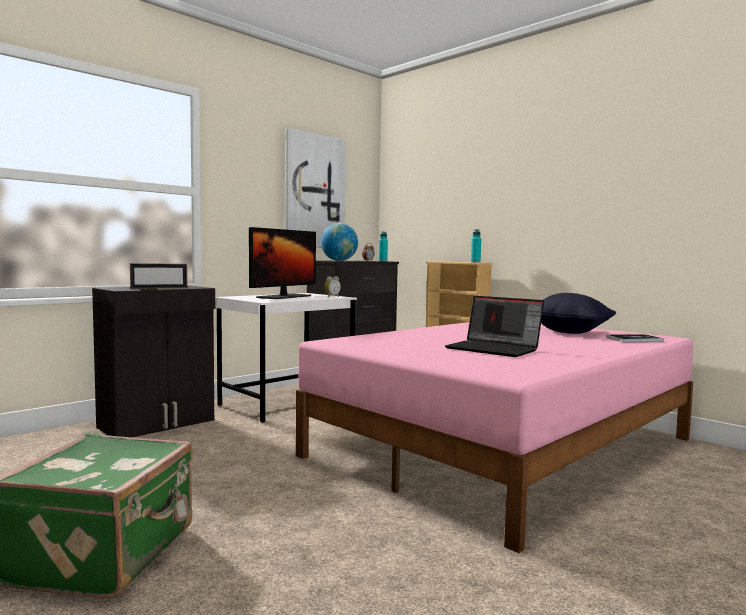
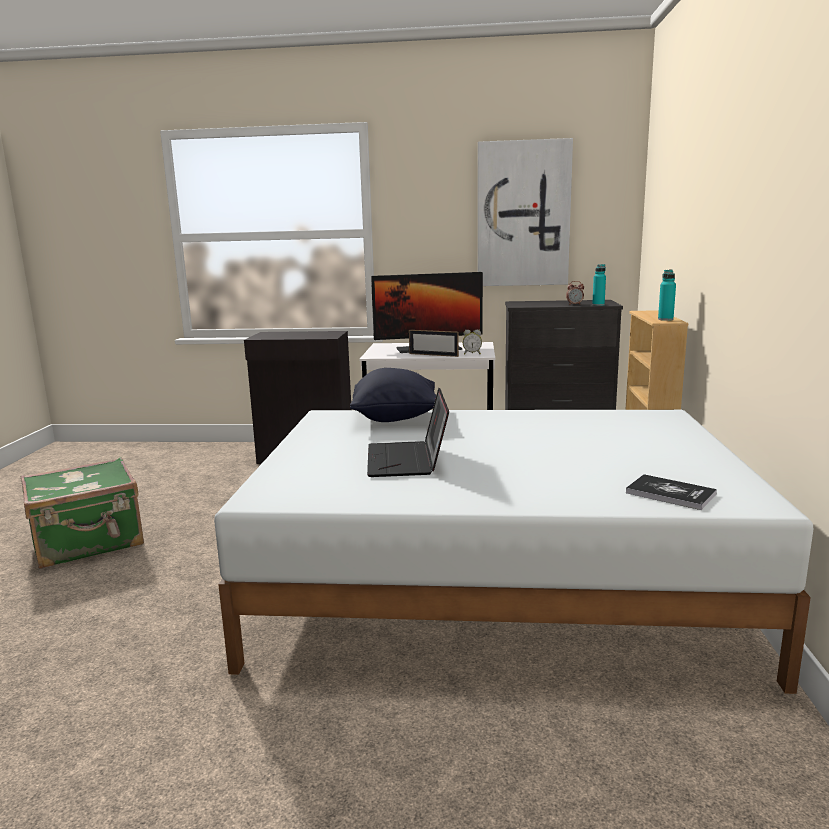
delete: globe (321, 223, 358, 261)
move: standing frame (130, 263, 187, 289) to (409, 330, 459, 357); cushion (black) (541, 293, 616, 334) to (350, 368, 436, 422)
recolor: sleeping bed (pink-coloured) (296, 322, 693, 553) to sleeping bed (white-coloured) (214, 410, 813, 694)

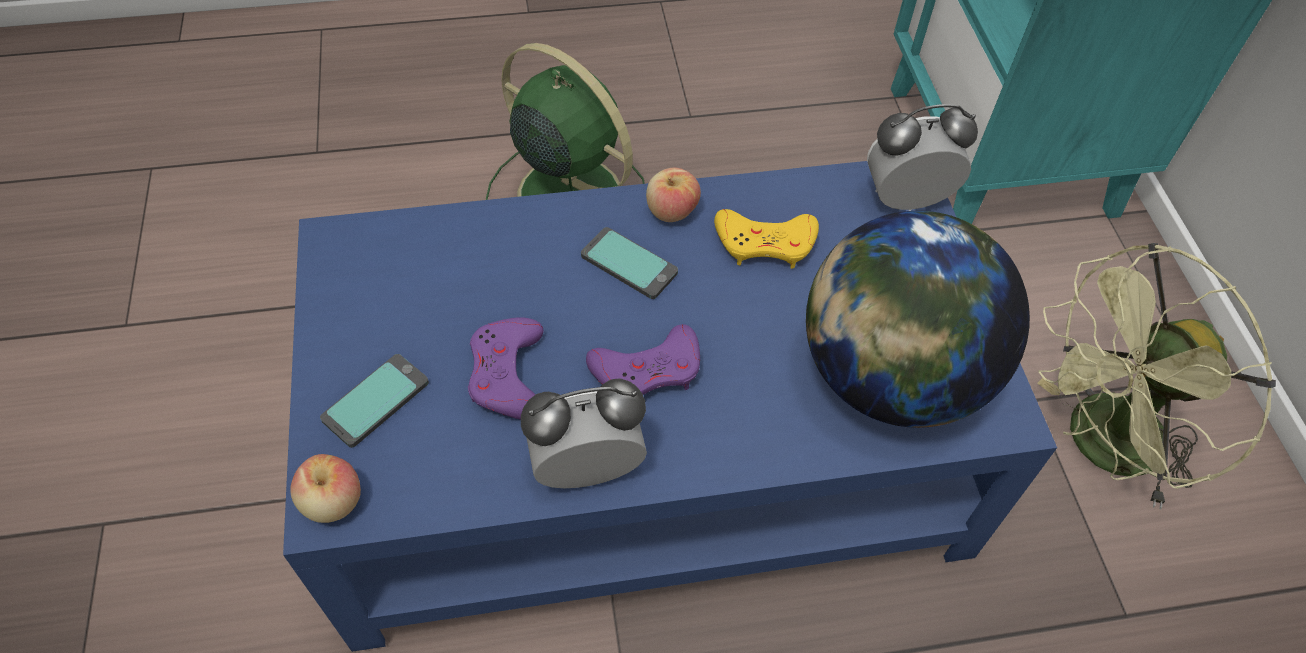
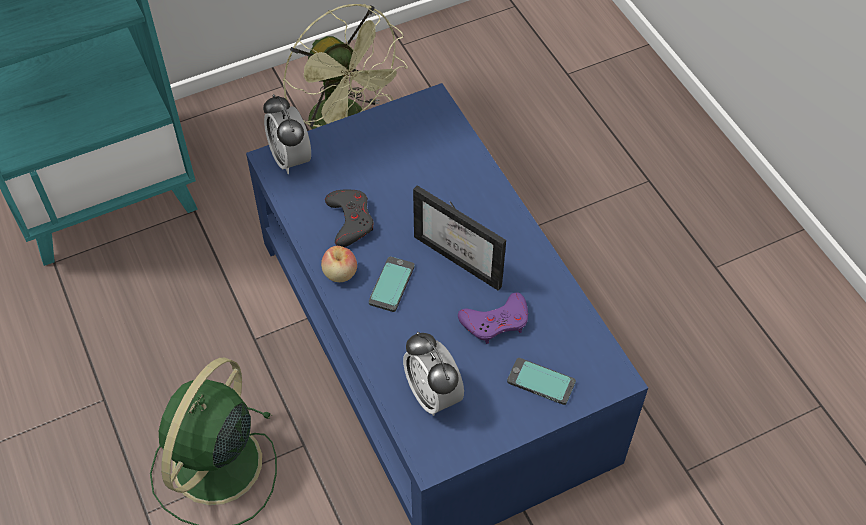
delete: apple (290, 454, 361, 523); globe (806, 211, 1030, 428)
move: table clock (521, 378, 647, 488) to (403, 332, 464, 416)
replace: joypad (purple-coloured) (586, 324, 700, 395) to standing frame (413, 185, 506, 290)
recolor: joypad (yellow-coloured) (714, 209, 819, 269) to joypad (grey) (325, 189, 374, 247)

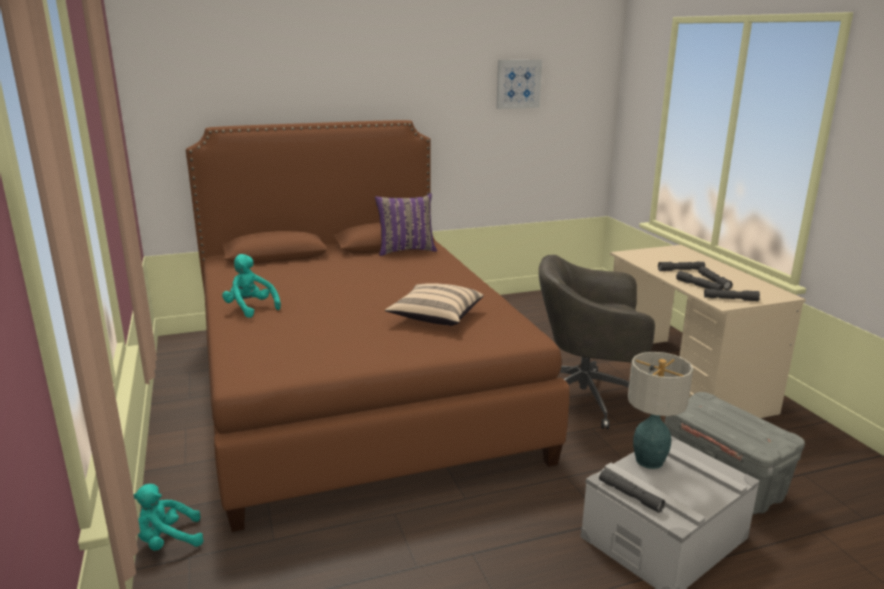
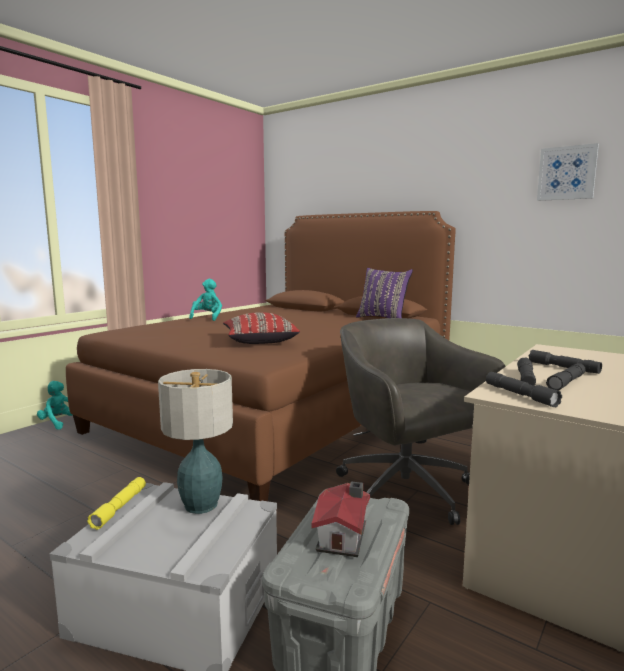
insert: toy house (312, 482, 370, 557)
recolor: cushion (sand-coloured) (385, 283, 483, 326) to cushion (red-coloured) (223, 312, 300, 344); flashlight (grey) (599, 470, 665, 513) to flashlight (yellow-coloured) (87, 477, 146, 530)

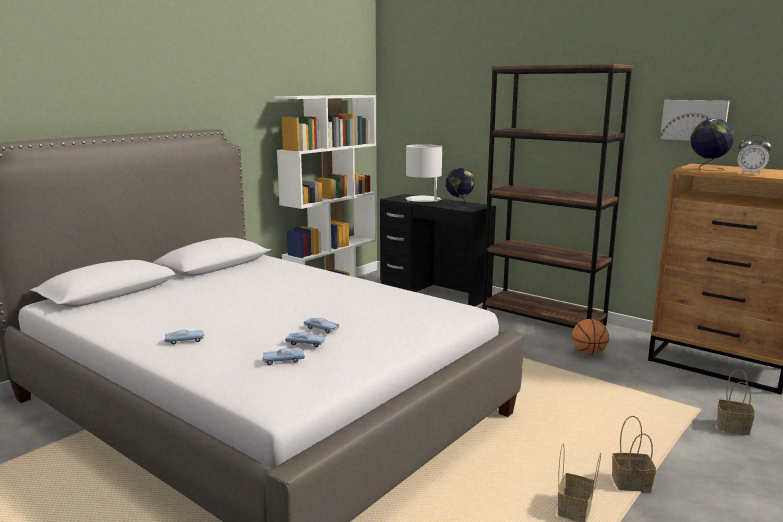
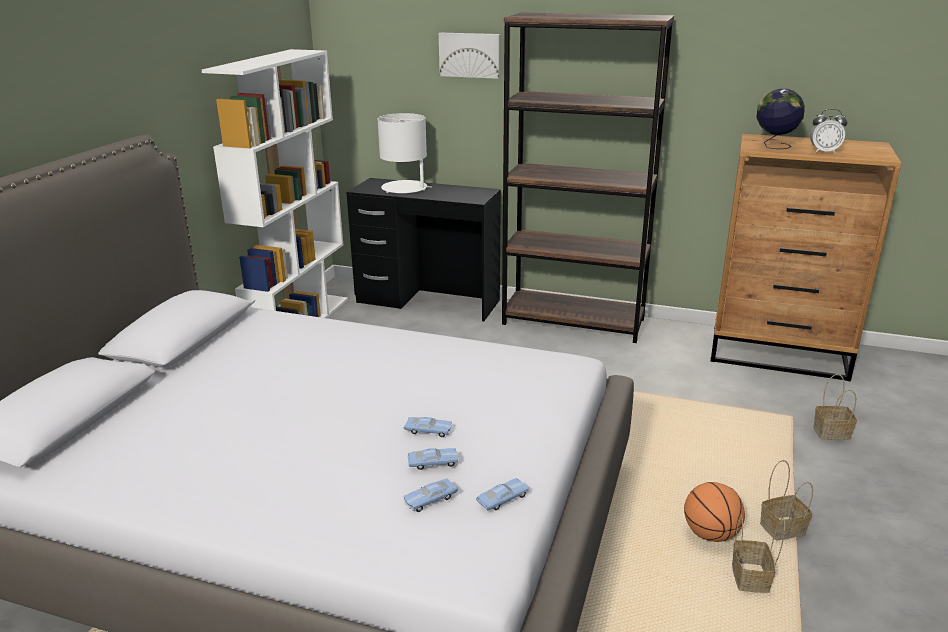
delete: globe (446, 168, 475, 207)
move: toy car (blue-coloured) (164, 330, 205, 344) to (476, 478, 529, 510); ball for basketball (572, 319, 609, 355) to (684, 482, 745, 542); picture (660, 100, 730, 141) to (439, 33, 501, 79)

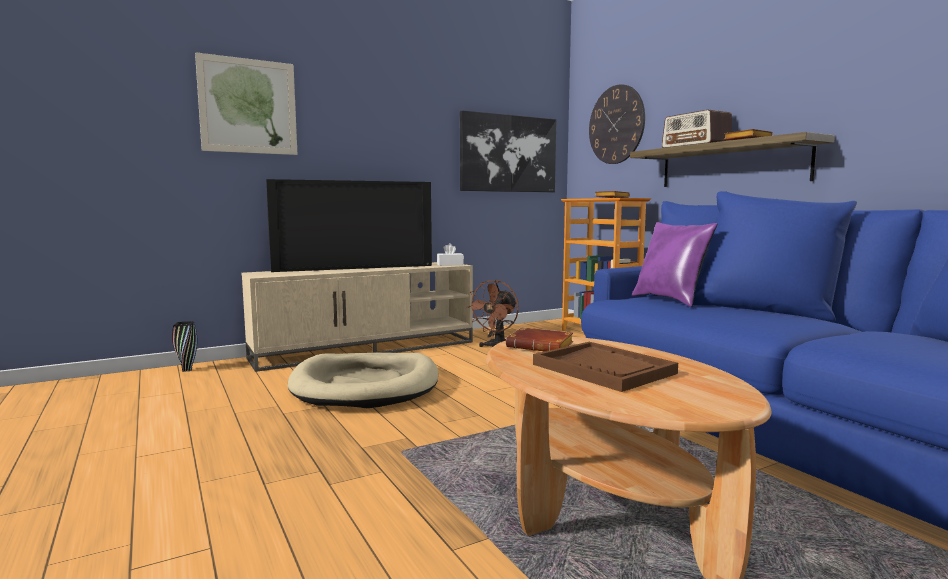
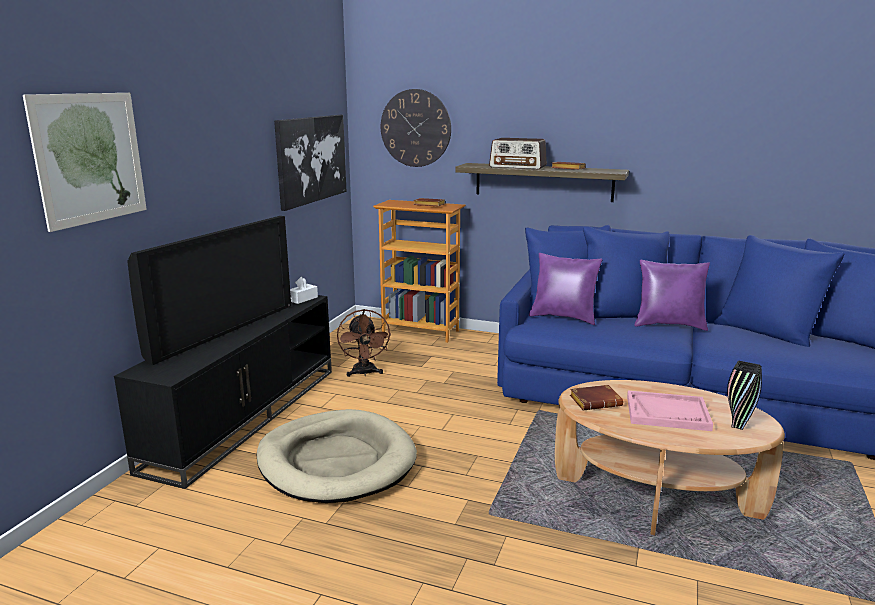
insert: cushion (purple-coloured) (634, 260, 710, 331)
move: flower vase (black) (172, 321, 197, 372) to (727, 361, 762, 430)
recolor: media console (sand-coloured) (241, 262, 473, 372) to media console (black) (114, 295, 332, 489); serving tray (brownish) (533, 342, 678, 392) to serving tray (pink-coloured) (627, 391, 713, 431)

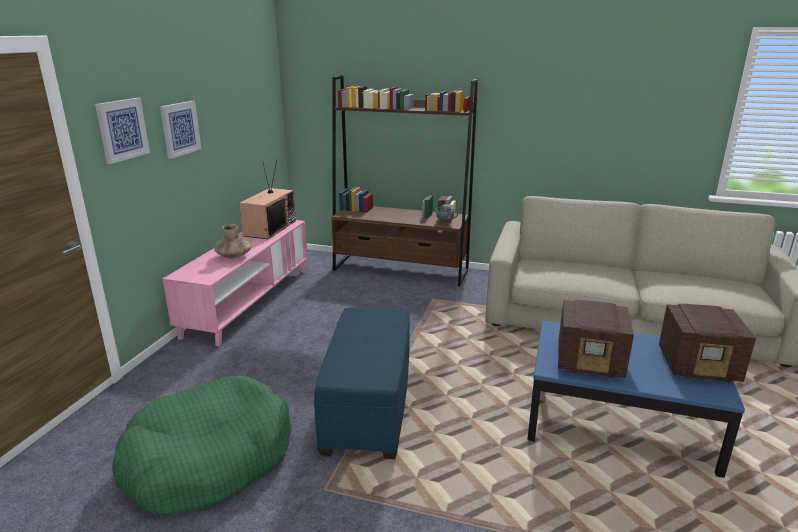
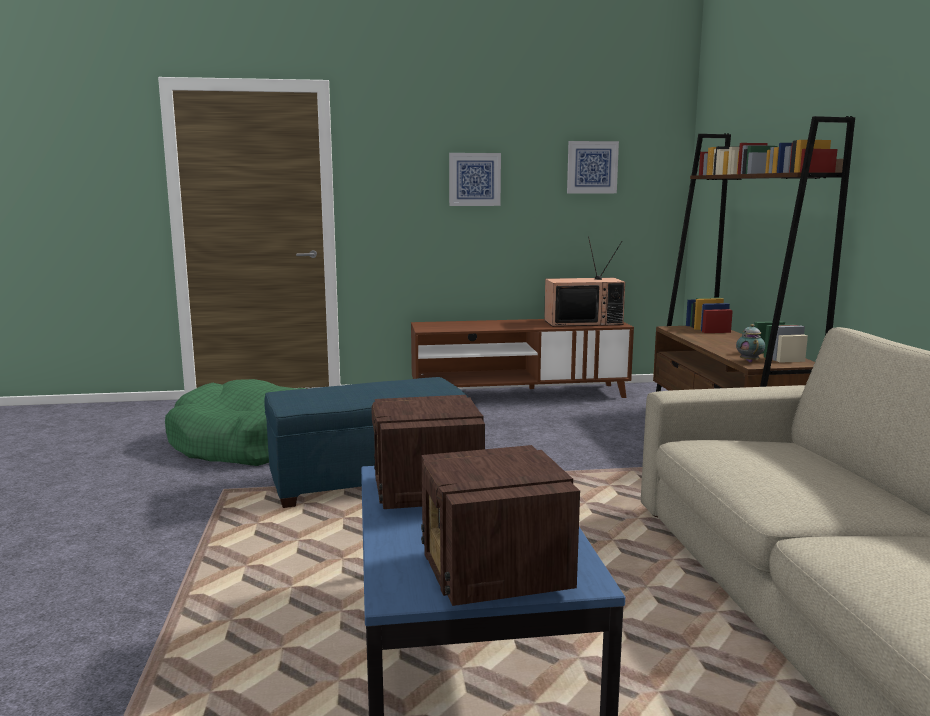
delete: flower vase (brownish) (215, 224, 252, 259)
move: picture (95, 98, 150, 164) to (567, 141, 619, 193)
recolor: media console (pink-coloured) (163, 220, 307, 346) to media console (brownish) (411, 319, 634, 398)

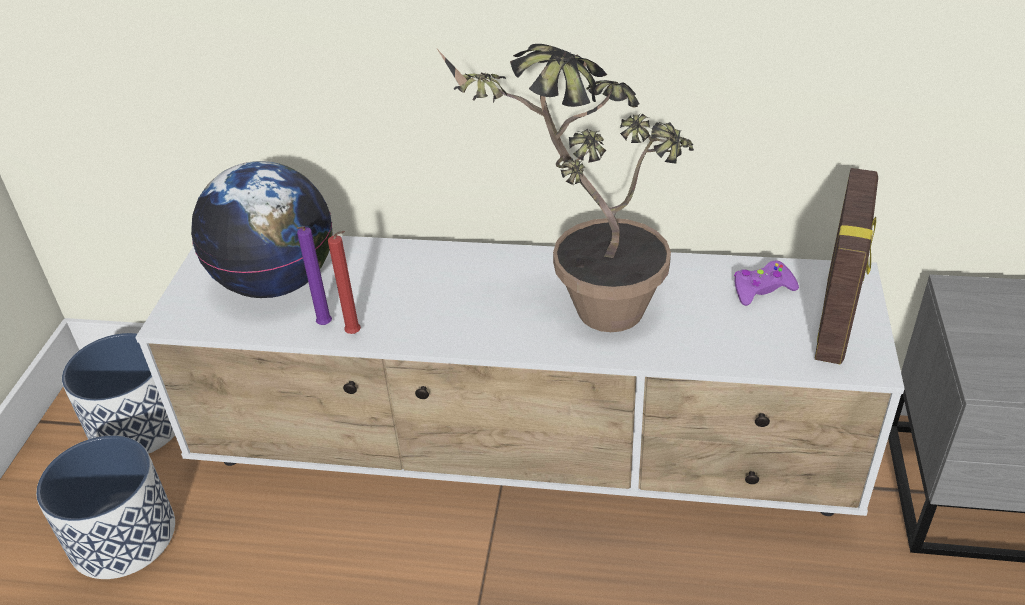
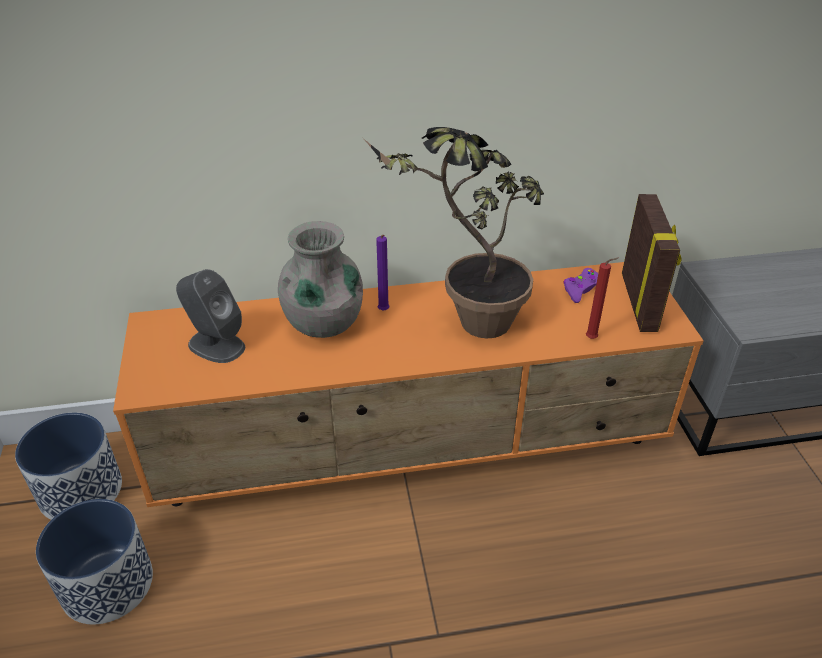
insert: flower vase (grey) (278, 221, 363, 338)
move: wax candle (purple-coloured) (297, 226, 332, 325) to (376, 235, 390, 311); wax candle (red-coloured) (328, 231, 361, 334) to (586, 257, 619, 339)
replace: globe (191, 161, 333, 298) to audio speaker (grey) (176, 269, 245, 363)
recolor: media console (white-coloured) (135, 235, 905, 516) to media console (orange-coloured) (113, 262, 704, 507)

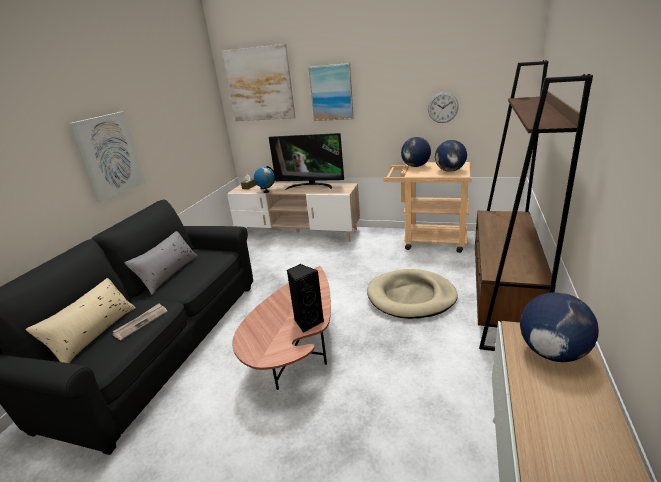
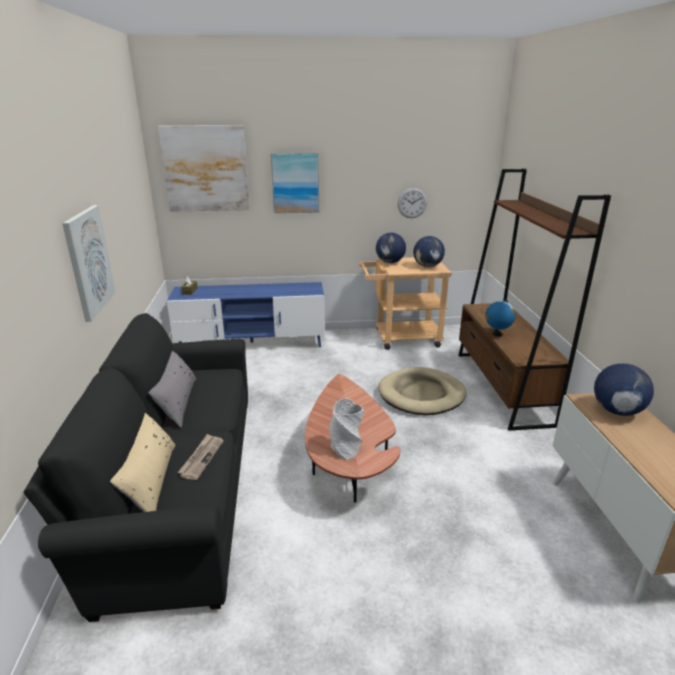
delete: TV (269, 133, 344, 189); audio speaker (black) (287, 264, 324, 333)
insert: flower vase (grey) (330, 398, 364, 460)
move: globe (254, 166, 275, 193) to (485, 299, 516, 337)
recolor: media console (sand-coloured) (227, 183, 360, 242) to media console (blue-coloured) (167, 282, 325, 347)

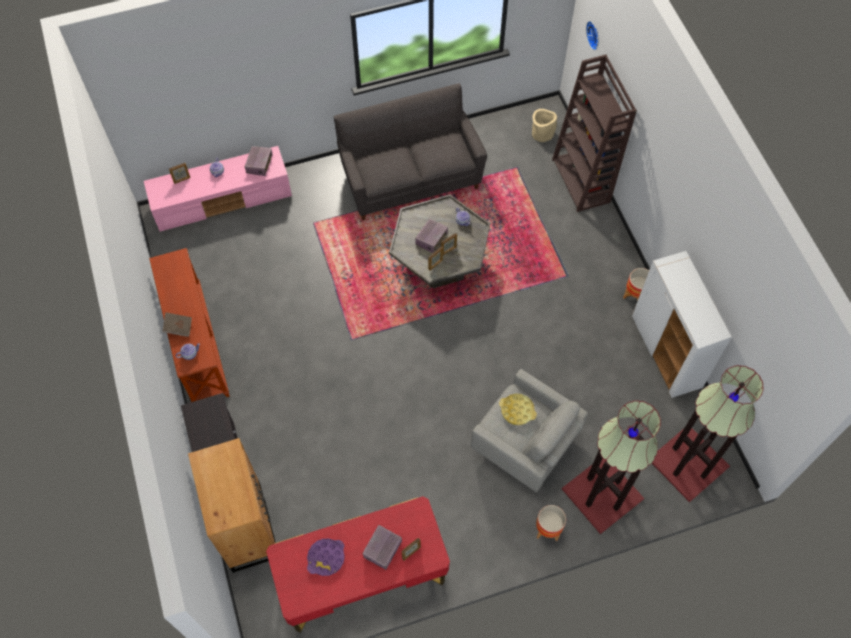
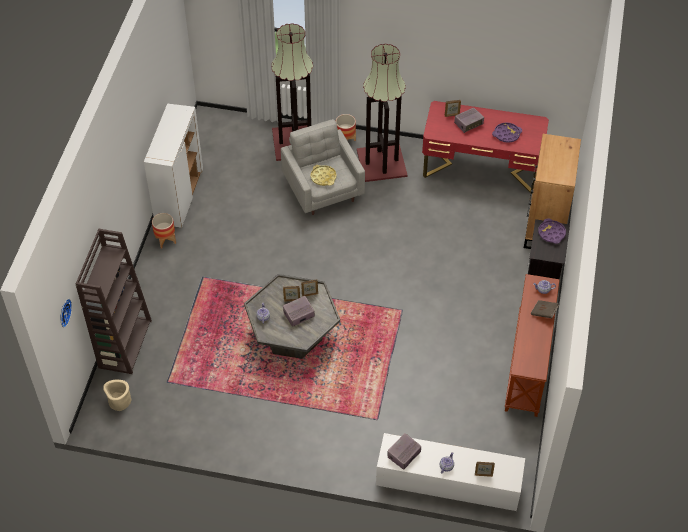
delete: couch (grey) (334, 83, 487, 221)
insert: serving tray (purple-coloured) (538, 218, 566, 244)
move: floor lamp (652, 365, 764, 502) to (357, 44, 408, 182)
recolor: media console (pink-coloured) (144, 146, 292, 231) to media console (white-coloured) (376, 433, 525, 511)

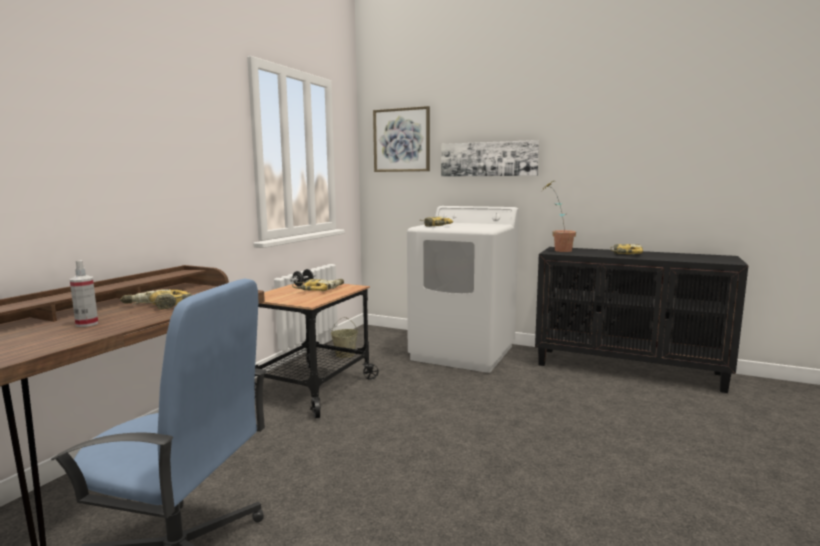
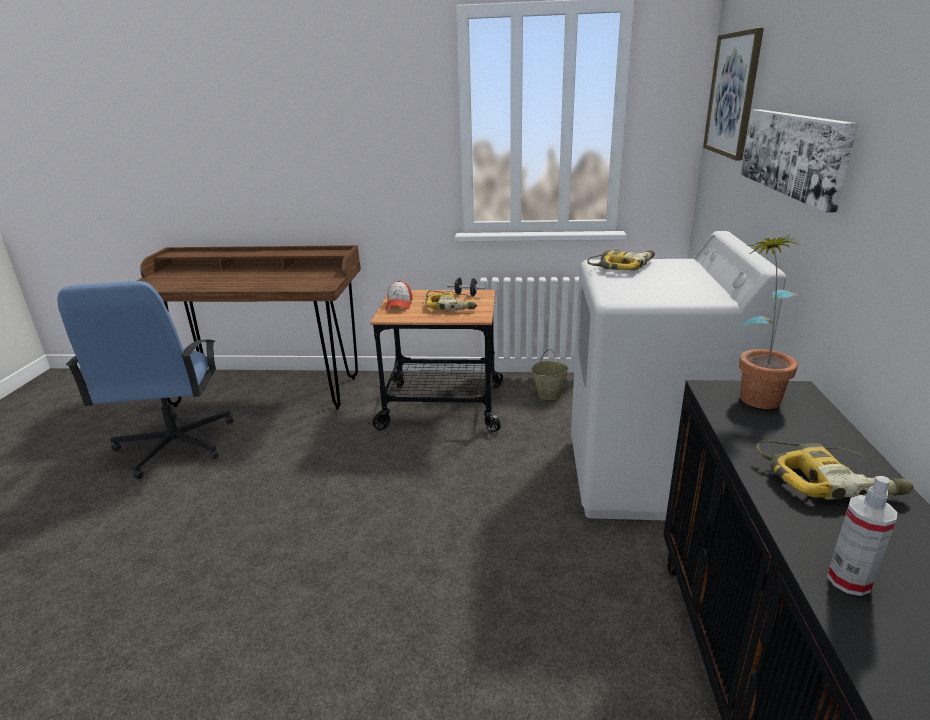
delete: power drill (120, 289, 192, 310)
insert: cap (385, 280, 413, 309)
move: hand sprayer (70, 260, 98, 327) to (827, 476, 897, 596)

